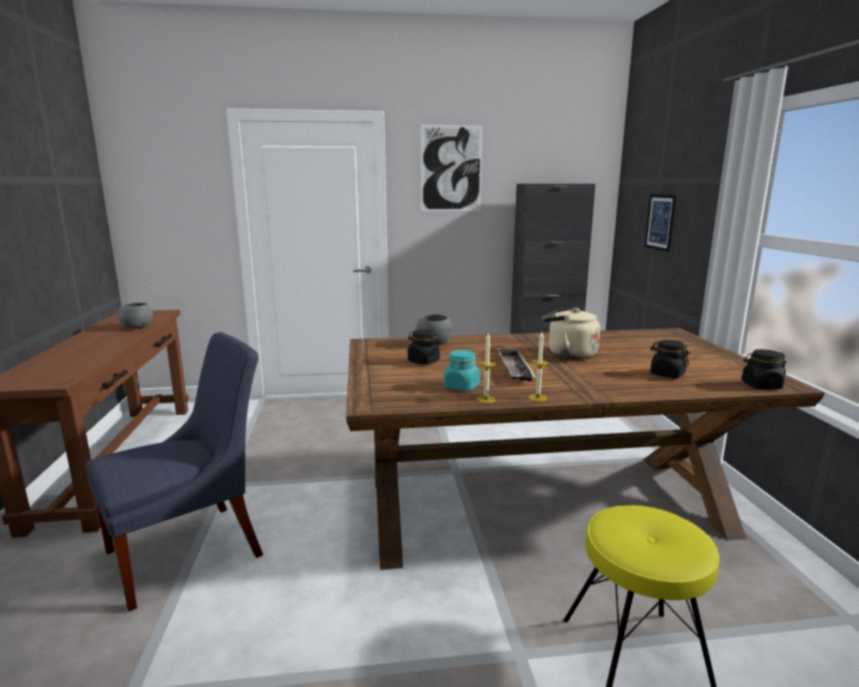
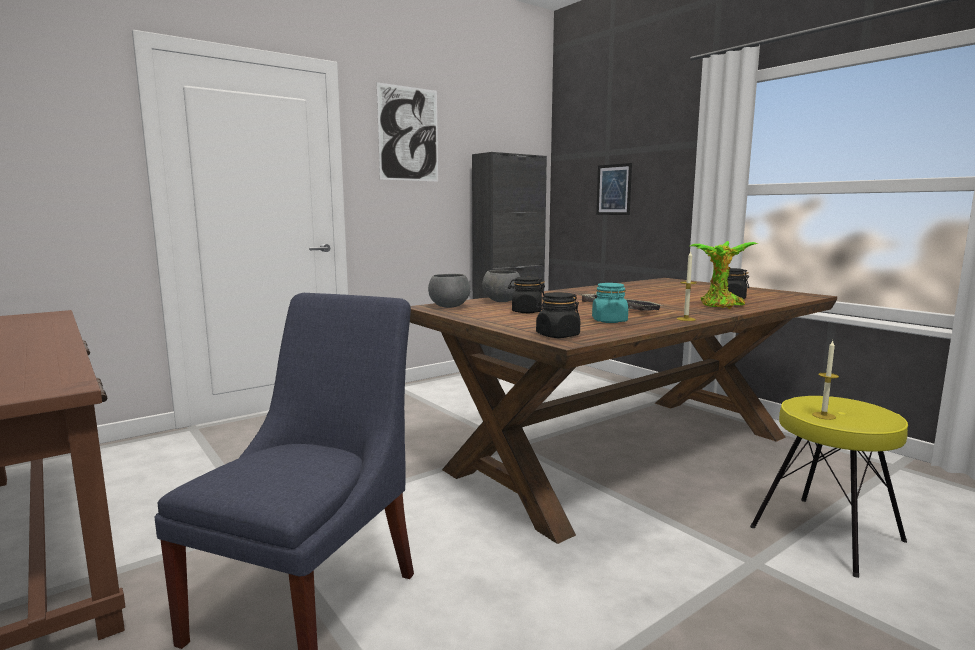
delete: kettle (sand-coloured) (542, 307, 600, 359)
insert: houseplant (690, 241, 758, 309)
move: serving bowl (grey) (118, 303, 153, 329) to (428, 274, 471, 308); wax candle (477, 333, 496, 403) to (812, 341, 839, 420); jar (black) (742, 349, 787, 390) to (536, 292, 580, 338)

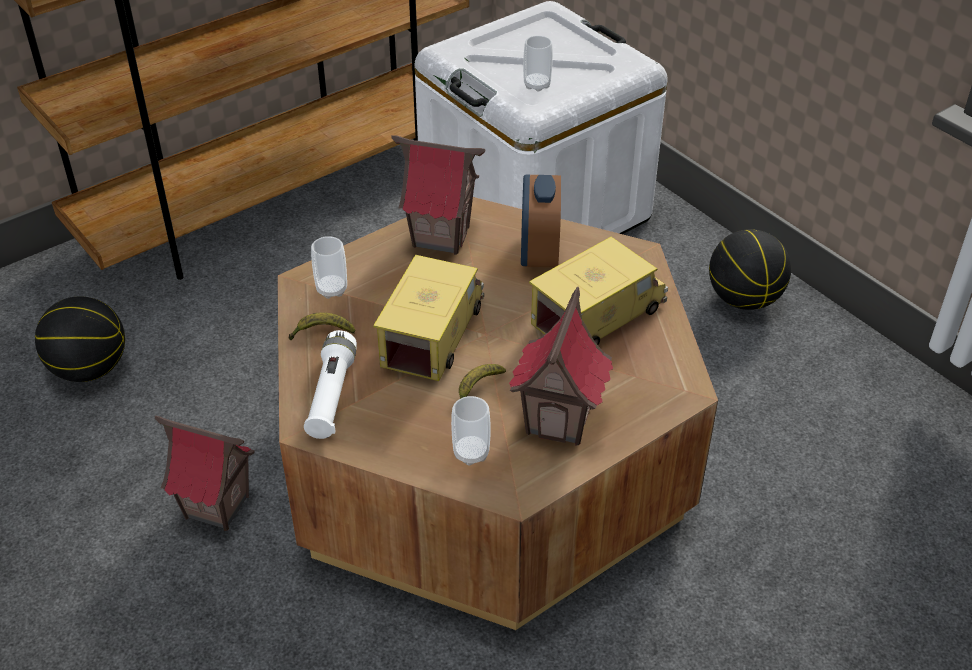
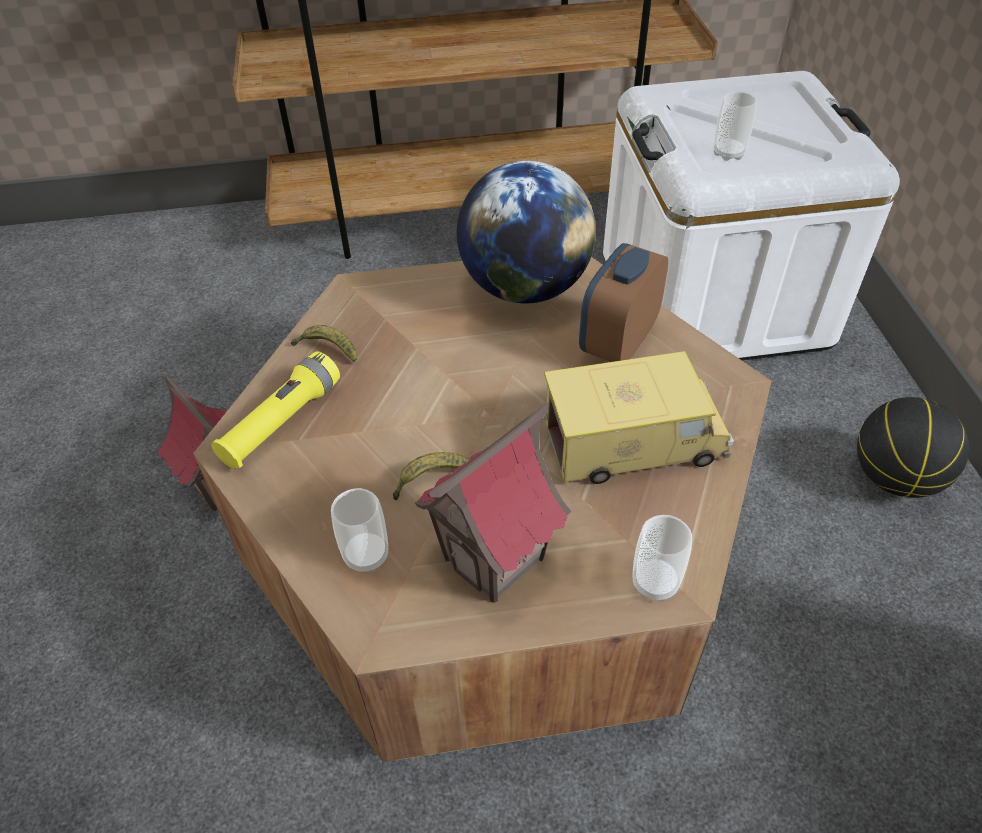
delete: ball for basketball (35, 296, 125, 382); toy lorry (373, 255, 484, 381)
move: small cup (311, 236, 347, 299) to (633, 515, 692, 601)
replace: toy house (391, 135, 485, 255) to globe (457, 161, 596, 304)
recolor: flashlight (white-coloured) (304, 330, 357, 439) to flashlight (yellow-coloured) (211, 352, 340, 469)

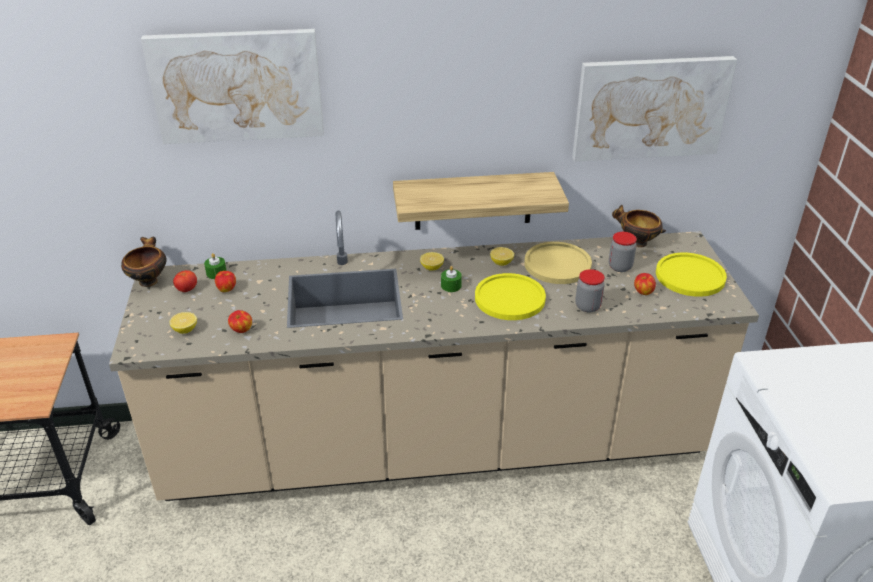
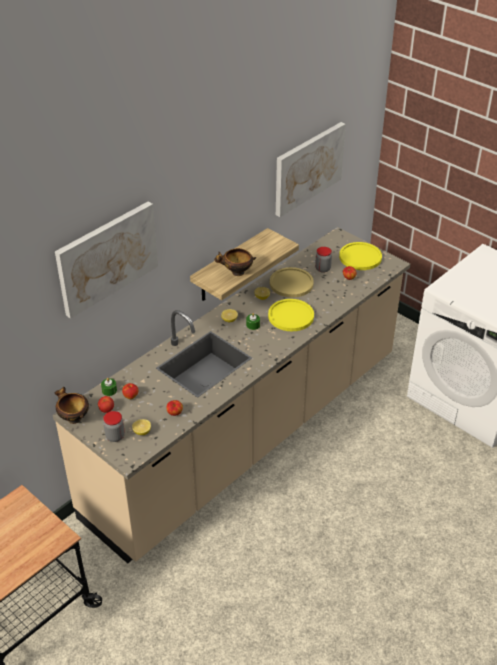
move: jar (576, 269, 605, 313) to (103, 411, 125, 442); serving bowl (612, 205, 666, 247) to (214, 248, 256, 276)

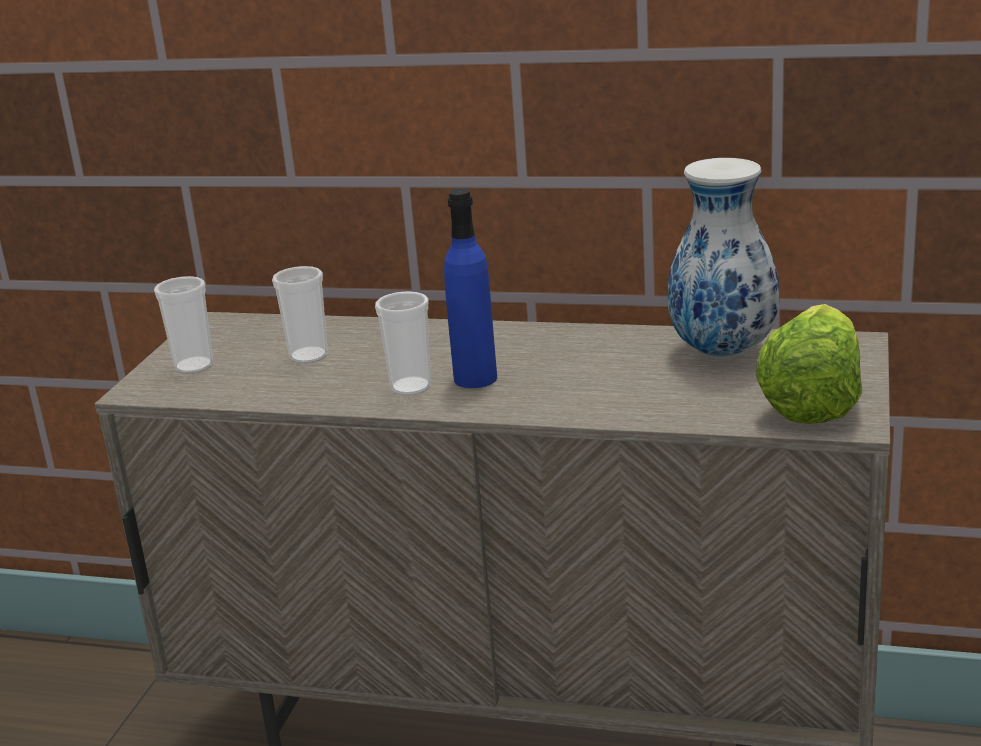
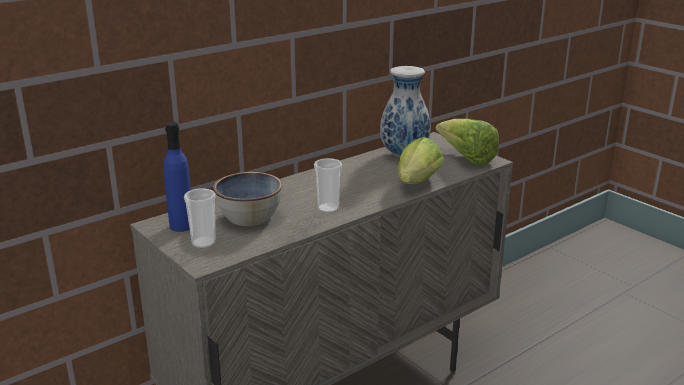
insert: lettuce (398, 137, 444, 184)
move: beverage bottle (blue-coloured) (444, 189, 497, 388) to (163, 122, 191, 232)
replace: small cup (272, 266, 328, 364) to serving bowl (213, 172, 282, 226)

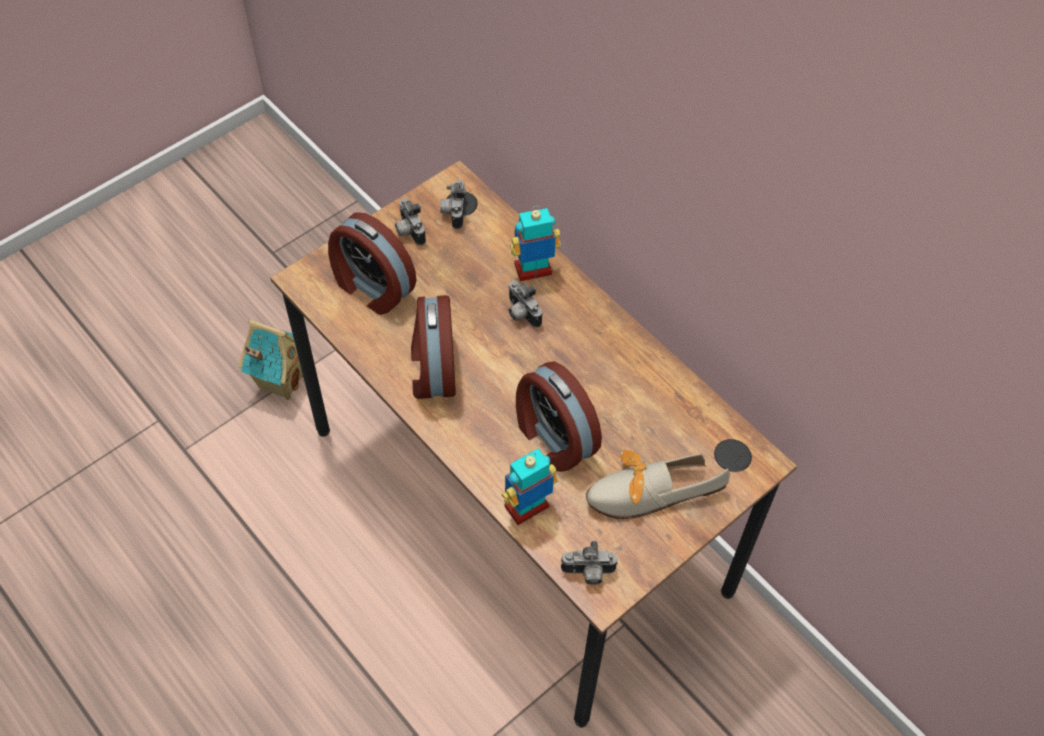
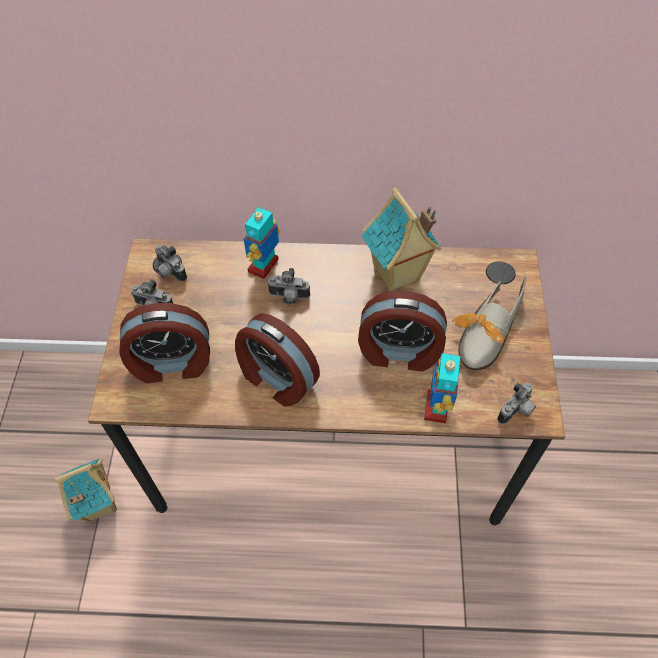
insert: toy house (362, 187, 441, 292)

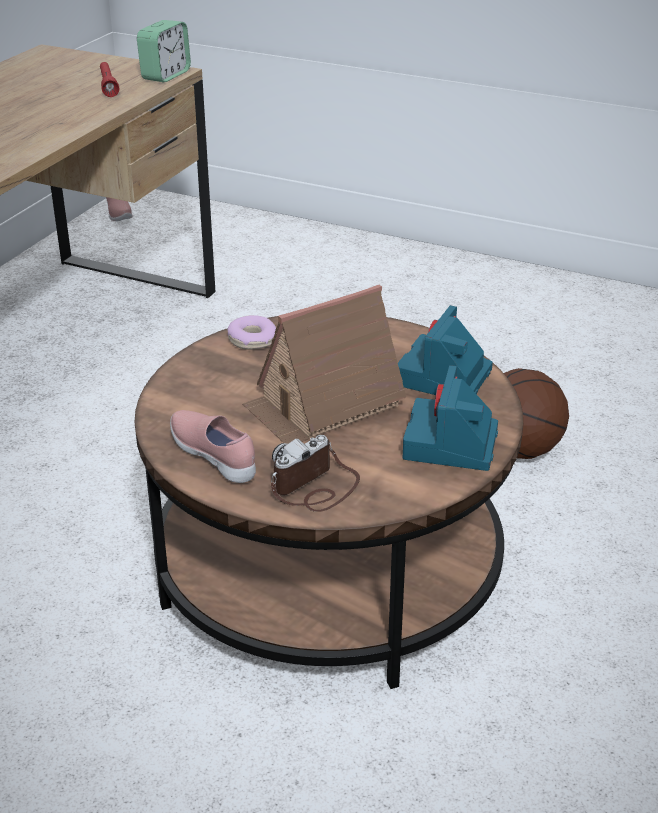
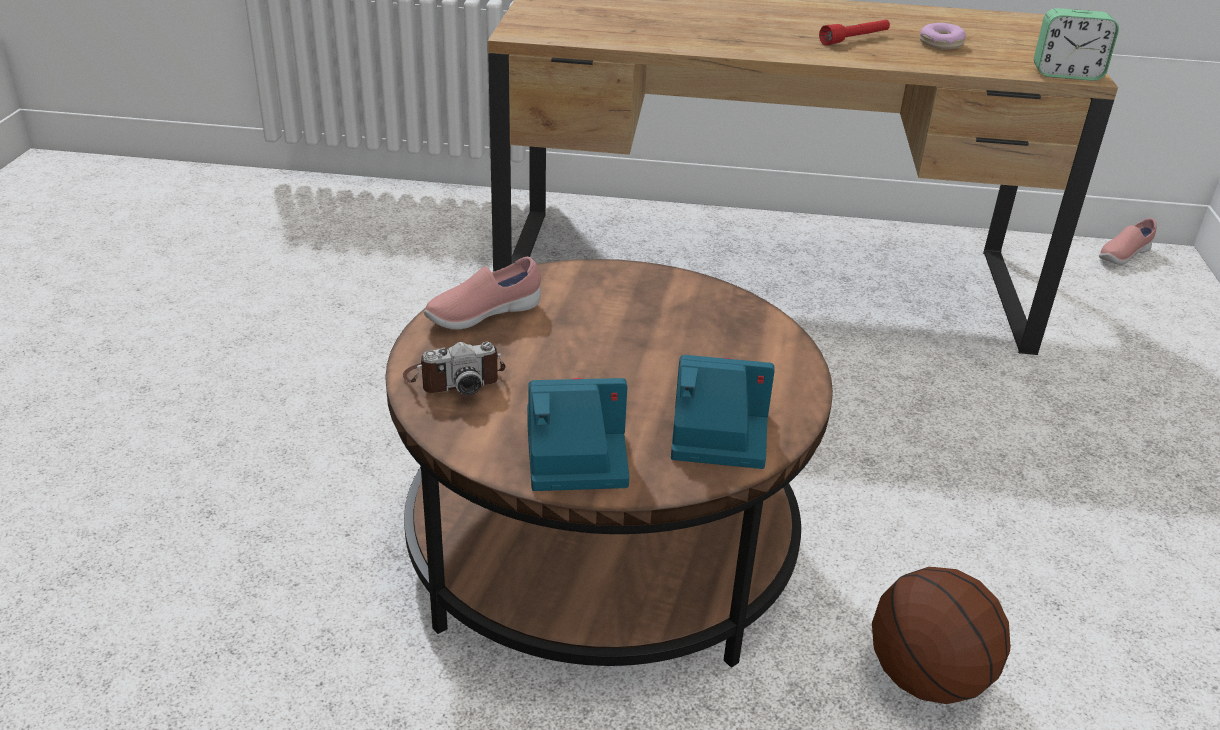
delete: toy house (243, 285, 406, 444)
move: flashlight (red-coloured) (100, 62, 119, 97) to (819, 20, 890, 46); donut (228, 315, 276, 350) to (919, 23, 966, 50)
rotate: shoe (pink-coloured) (170, 410, 256, 483) = (424, 257, 541, 330) 150 degrees counterclockwise; photo camera (271, 435, 360, 512) = (403, 342, 505, 395) 135 degrees clockwise

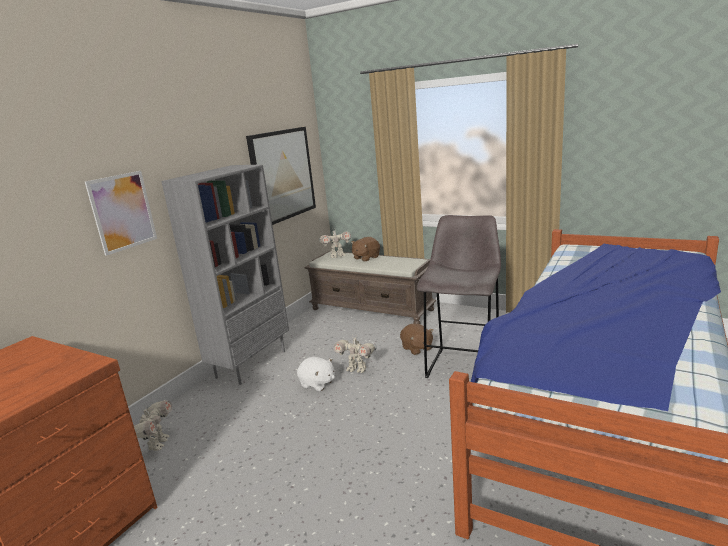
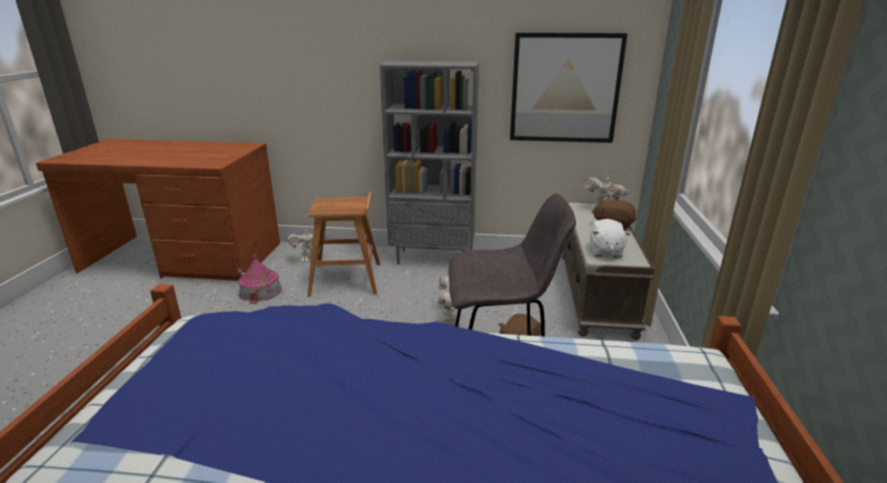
delete: picture (85, 171, 157, 256)
insert: toy house (238, 254, 282, 304); stool (brownish) (307, 192, 380, 297)
move: cuddly toy (white-coloured) (297, 357, 335, 391) to (590, 219, 631, 258)

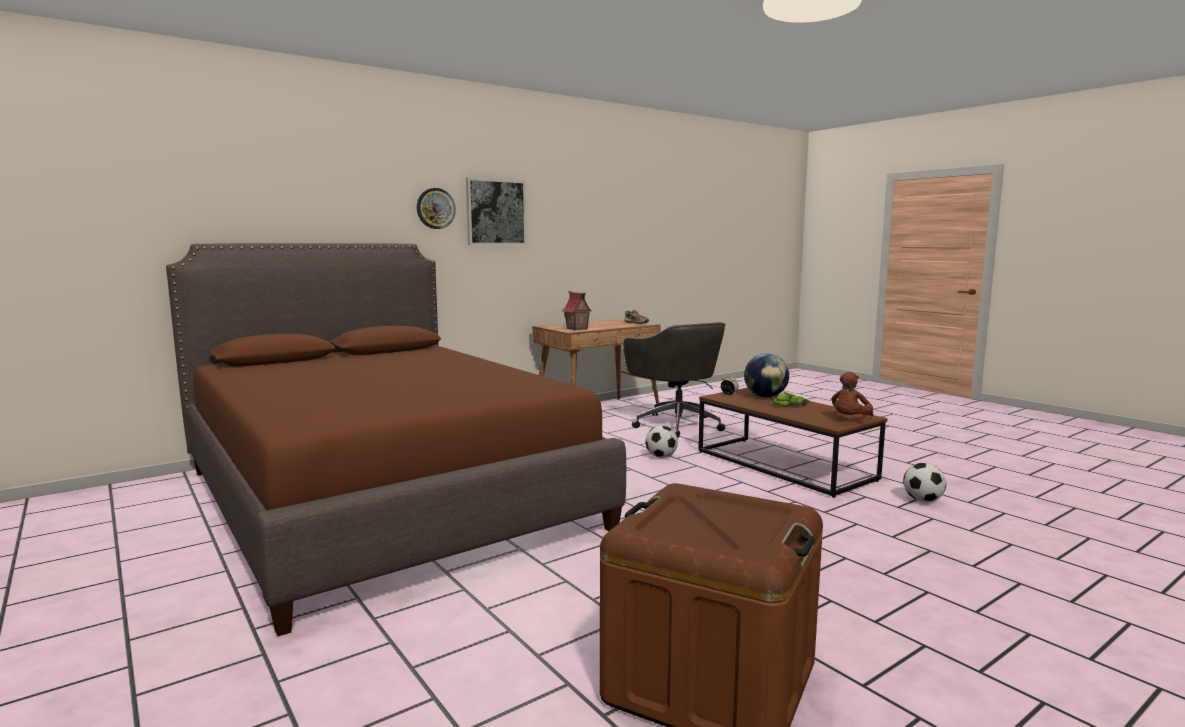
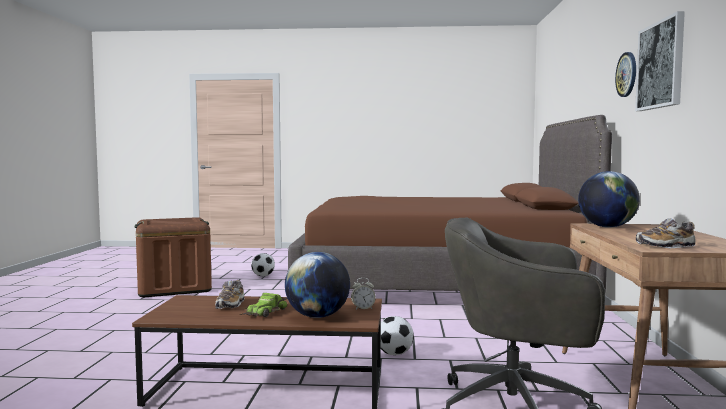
delete: cuddly toy (brownish) (831, 372, 873, 416)
insert: shoe (215, 280, 244, 309)
move: football ball (903, 463, 946, 502) to (251, 253, 275, 277)
replace: toy house (562, 291, 592, 330) to globe (578, 171, 640, 228)

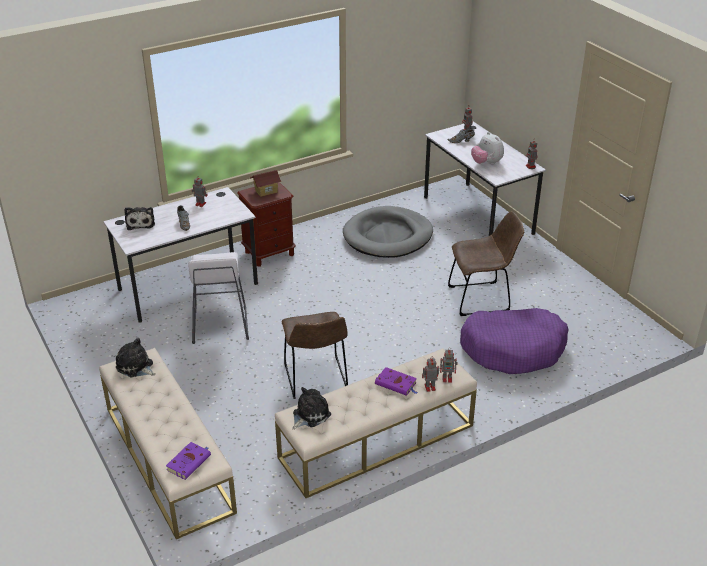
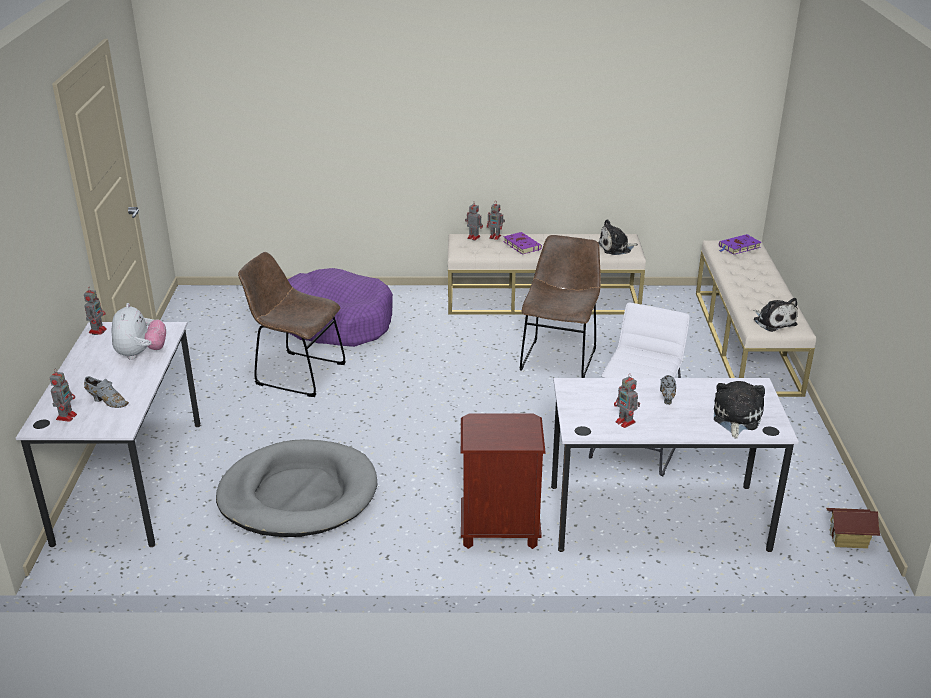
move: toy house (250, 170, 282, 197) to (826, 508, 881, 549)

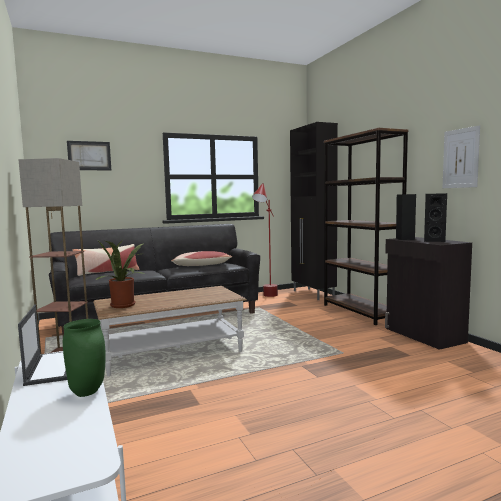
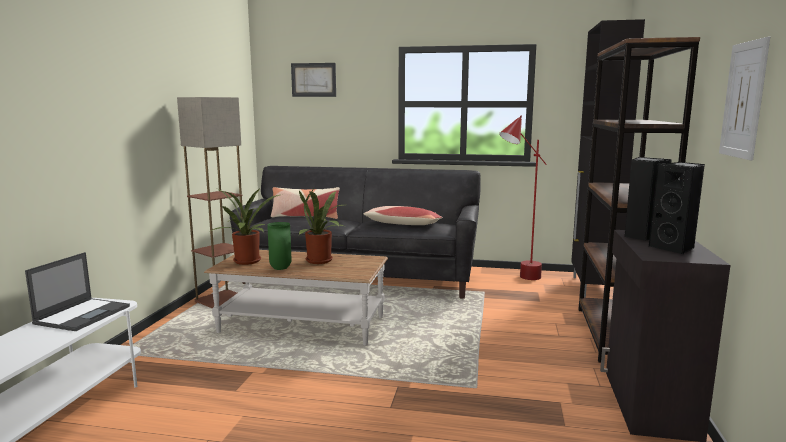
insert: houseplant (299, 187, 344, 264)
move: flower vase (greenish) (63, 319, 106, 397) to (267, 222, 292, 270)

